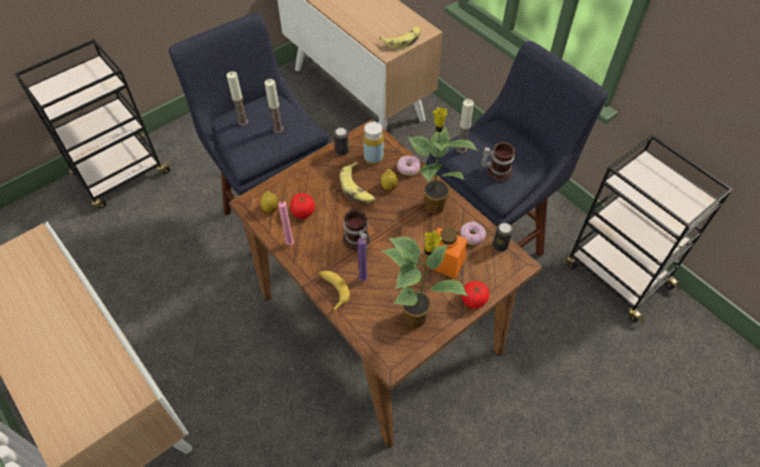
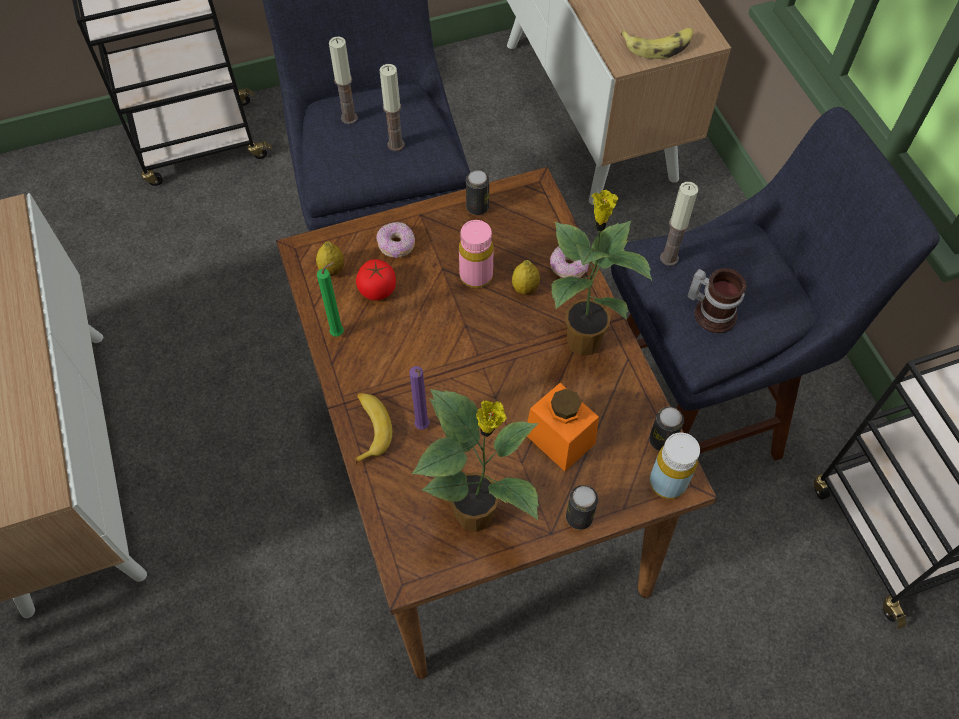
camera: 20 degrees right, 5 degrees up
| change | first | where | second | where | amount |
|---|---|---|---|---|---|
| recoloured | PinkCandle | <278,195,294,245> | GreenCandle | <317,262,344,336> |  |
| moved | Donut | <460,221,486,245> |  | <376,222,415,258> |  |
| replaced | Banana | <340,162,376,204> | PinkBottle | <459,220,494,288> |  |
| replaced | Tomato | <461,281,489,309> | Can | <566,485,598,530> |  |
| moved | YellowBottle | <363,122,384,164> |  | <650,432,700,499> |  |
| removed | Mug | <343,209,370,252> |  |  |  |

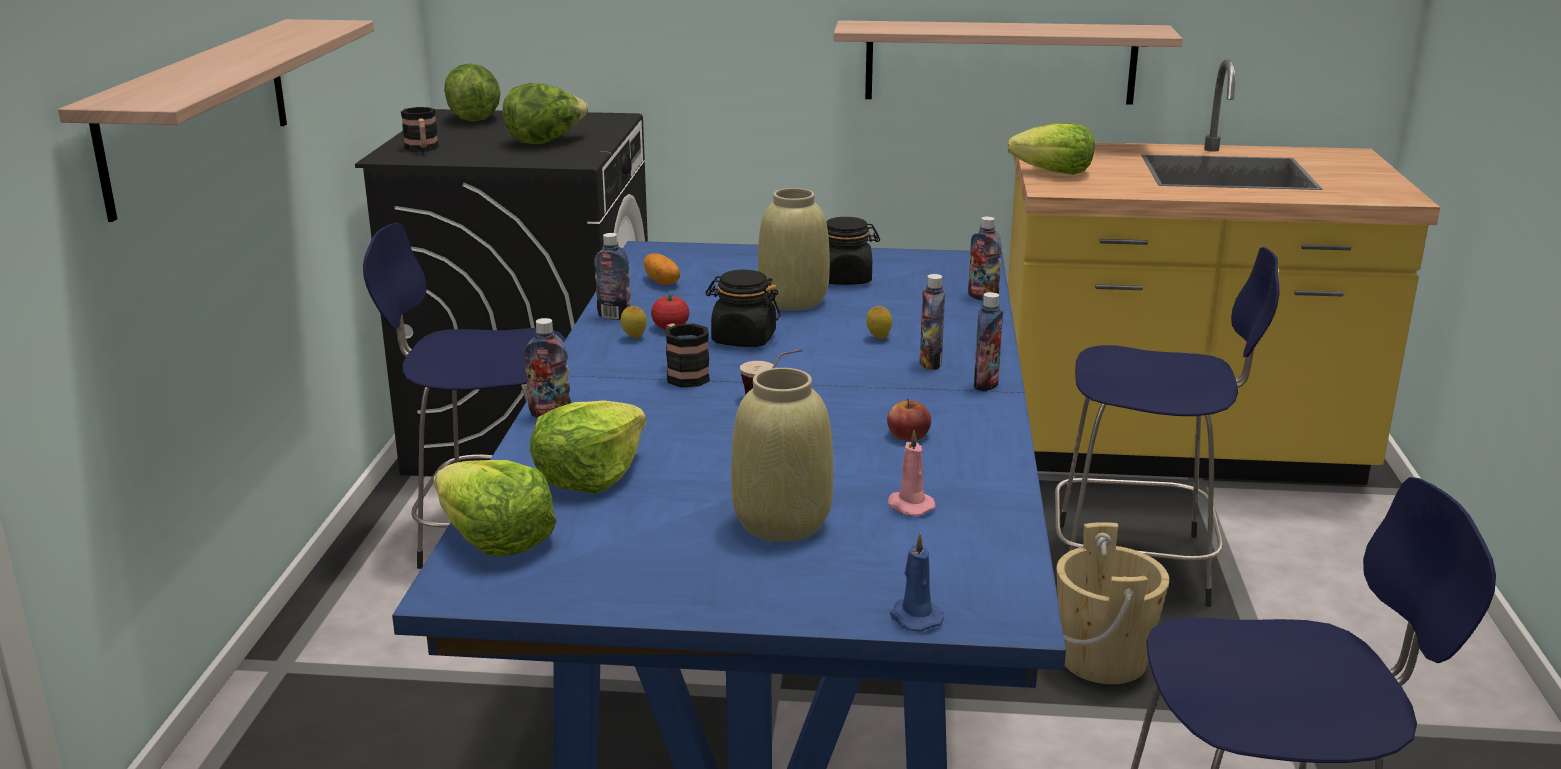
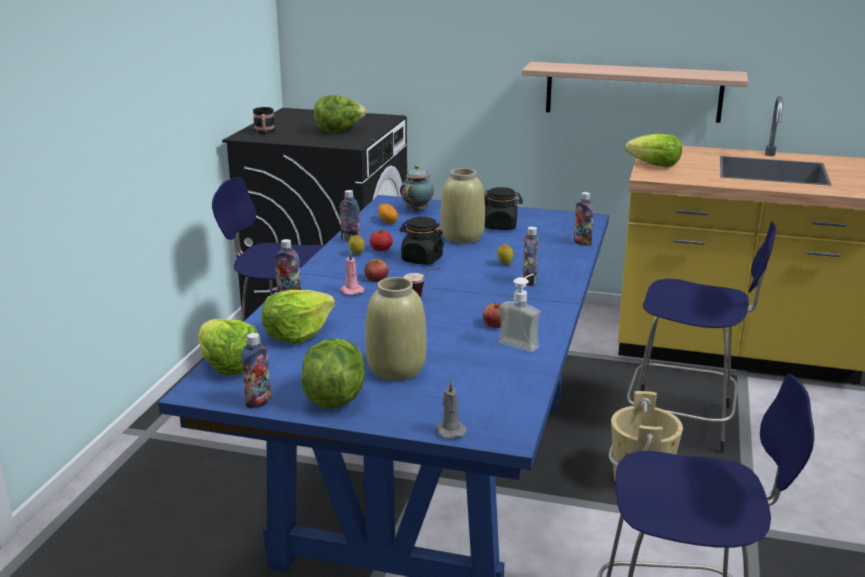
camera: 10 degrees right, 0 degrees up
| change | first | where | second | where | amount |
|---|---|---|---|---|---|
| moved | Bottle | <974,292,1003,391> |  | <242,333,271,409> |  |
| moved | Lettuce | <444,63,500,122> |  | <301,338,365,409> |  |
| moved | PinkCandle | <888,430,936,516> |  | <340,250,364,295> |  |
| replaced | Mug | <665,323,710,387> | Apple | <364,257,389,282> |  |
| added |  |  | Teapot | <400,165,434,212> |  |
| recoloured | BlueCandle | <890,533,944,632> | GreyCandle | <436,381,467,439> |  |
| added |  |  | SoapDispenser | <498,274,541,352> |  |
| removed | Shelf | <58,19,374,222> |  |  |  |

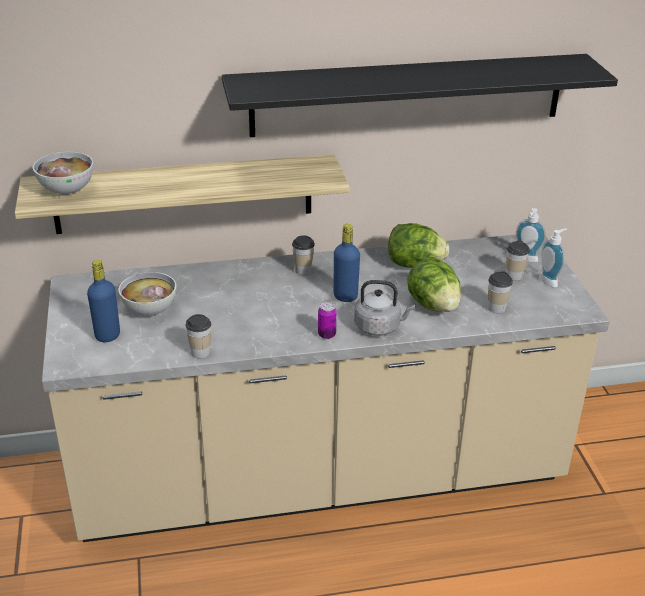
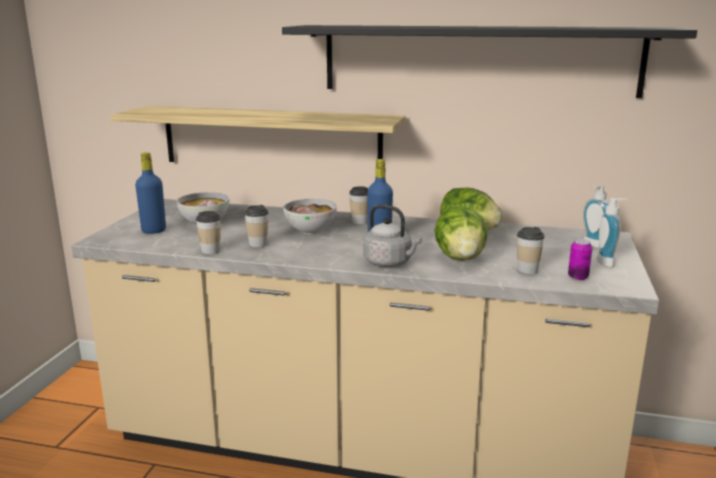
camera: 25 degrees right, 15 degrees down
| change | first | where | second | where | amount |
|---|---|---|---|---|---|
| moved | Cup | <506,240,530,281> |  | <244,205,268,248> |  |
| moved | Bowl | <33,152,94,195> |  | <283,199,337,234> |  |
| moved | Can | <318,302,337,339> |  | <568,239,592,280> |  |

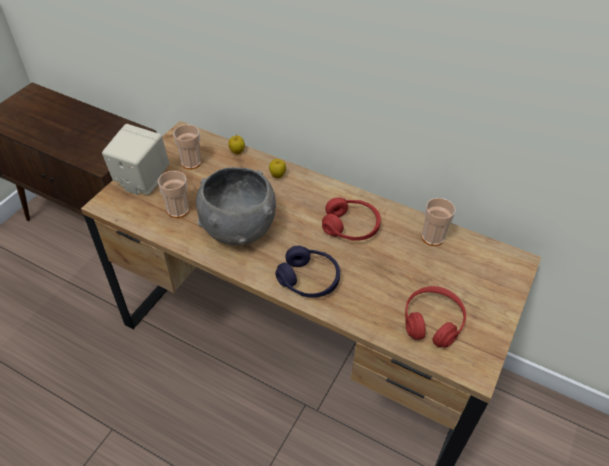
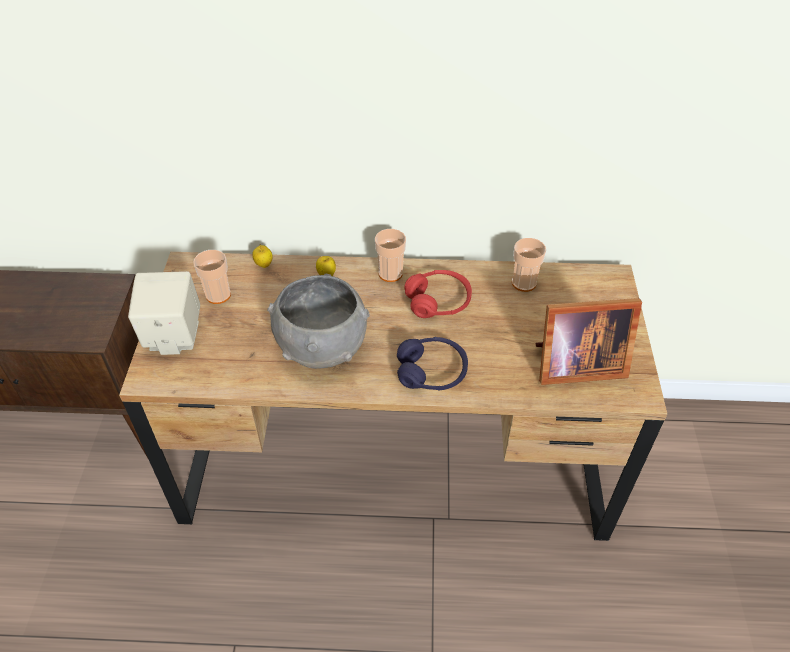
camera: 25 degrees left, 0 degrees up
| change | first | where | second | where | amount |
|---|---|---|---|---|---|
| moved | Cup | <158,171,189,218> |  | <375,229,406,282> |  |
| replaced | RedHeadphones | <405,286,466,348> | PictureFrame | <536,298,642,385> |  |

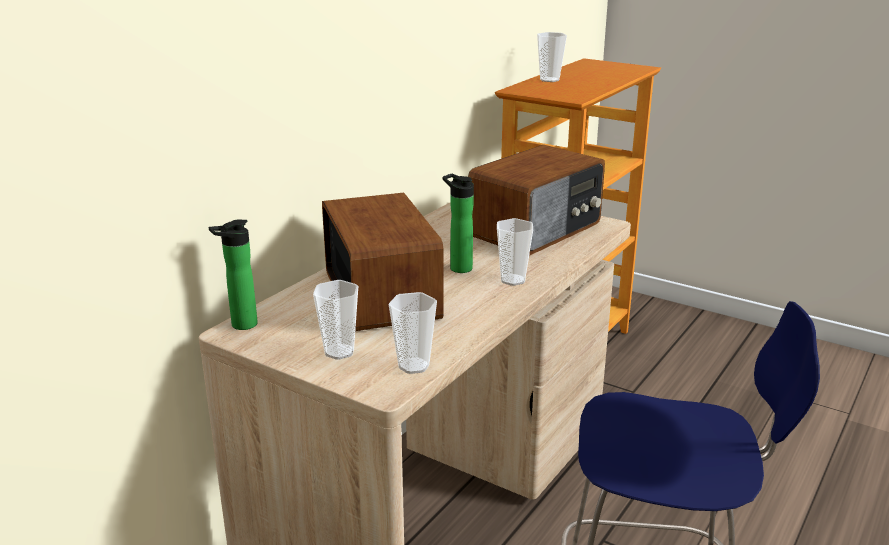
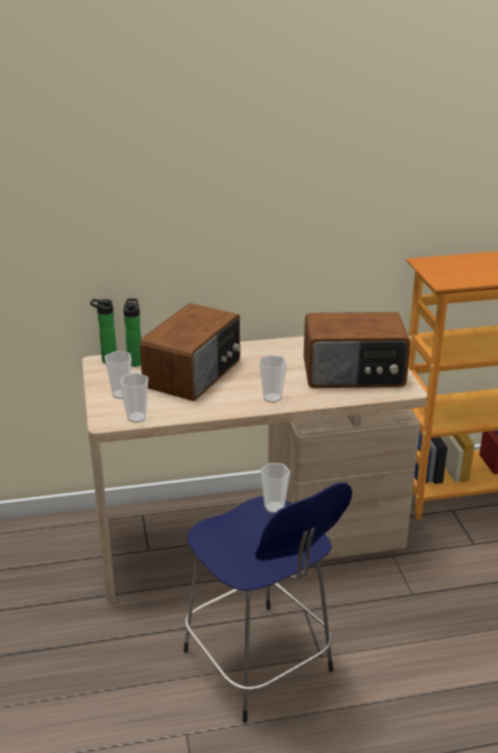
camera: 45 degrees right, 5 degrees up
| change | first | where | second | where | amount |
|---|---|---|---|---|---|
| moved | Bottle | <443,174,474,273> |  | <123,298,141,367> |  |
| moved | Cup | <537,32,567,82> |  | <260,463,290,513> |  |

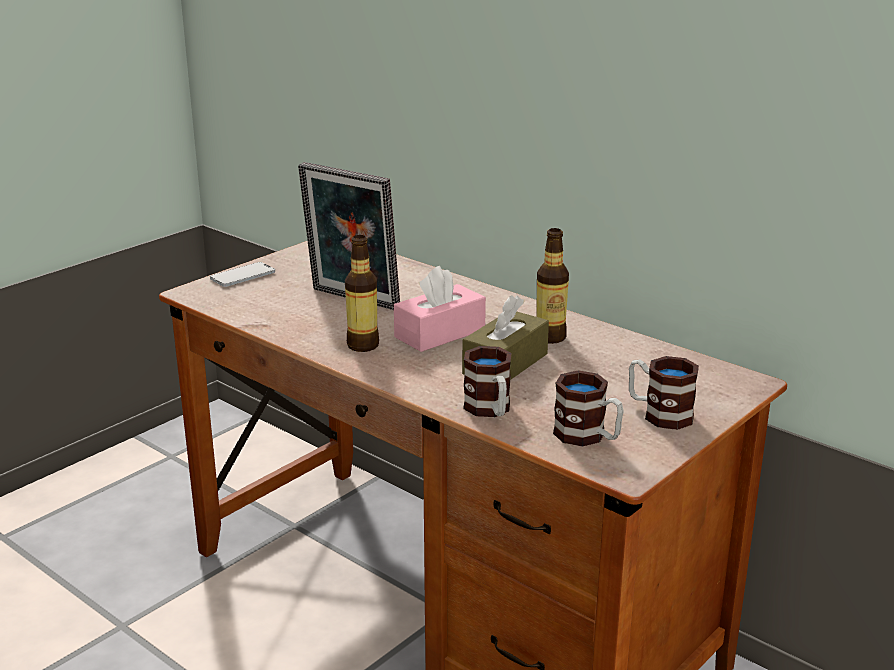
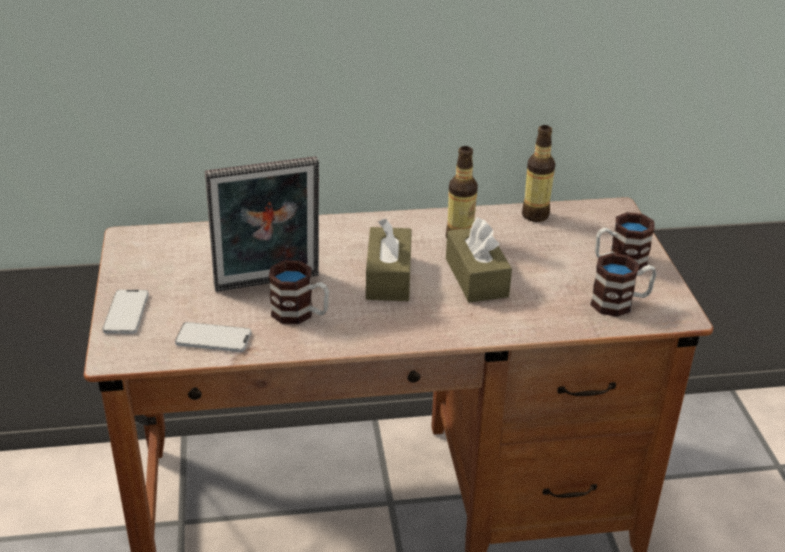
camera: 50 degrees left, 10 degrees up
| change | first | where | second | where | amount |
|---|---|---|---|---|---|
| added |  |  | Phone | <175,322,251,352> |  |
| moved | Mug | <463,346,511,417> |  | <269,260,329,324> |  |
| recoloured | PinkTissueBox | <394,266,486,352> | BrownTissueBox | <366,219,412,301> |  |
| moved | Bottle | <345,235,379,352> |  | <522,125,555,222> |  |

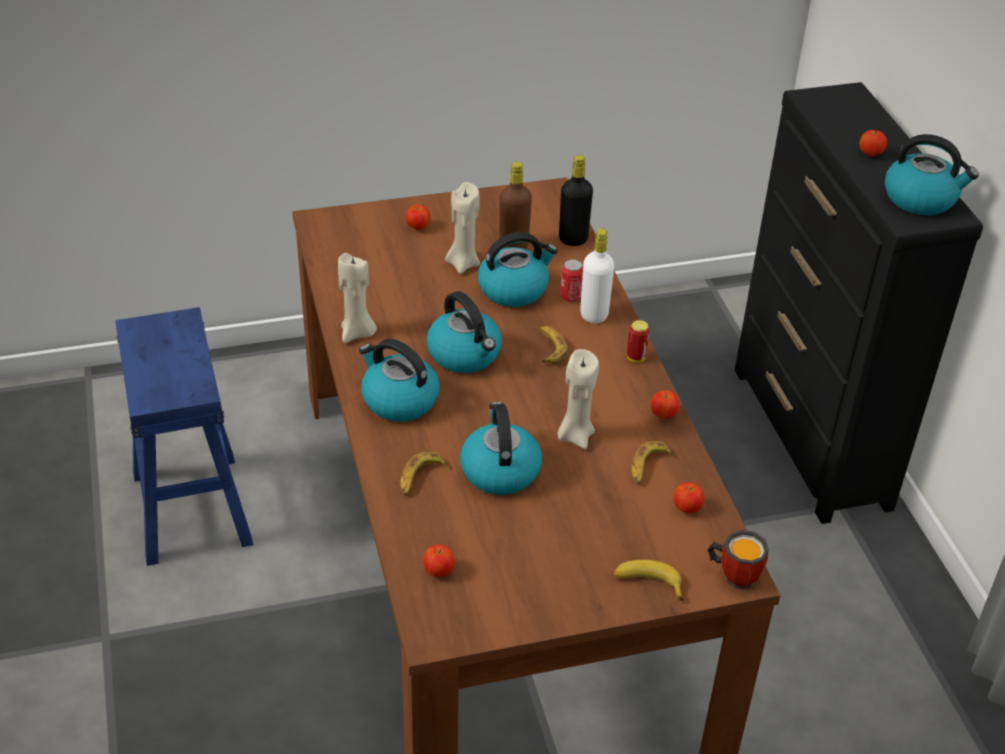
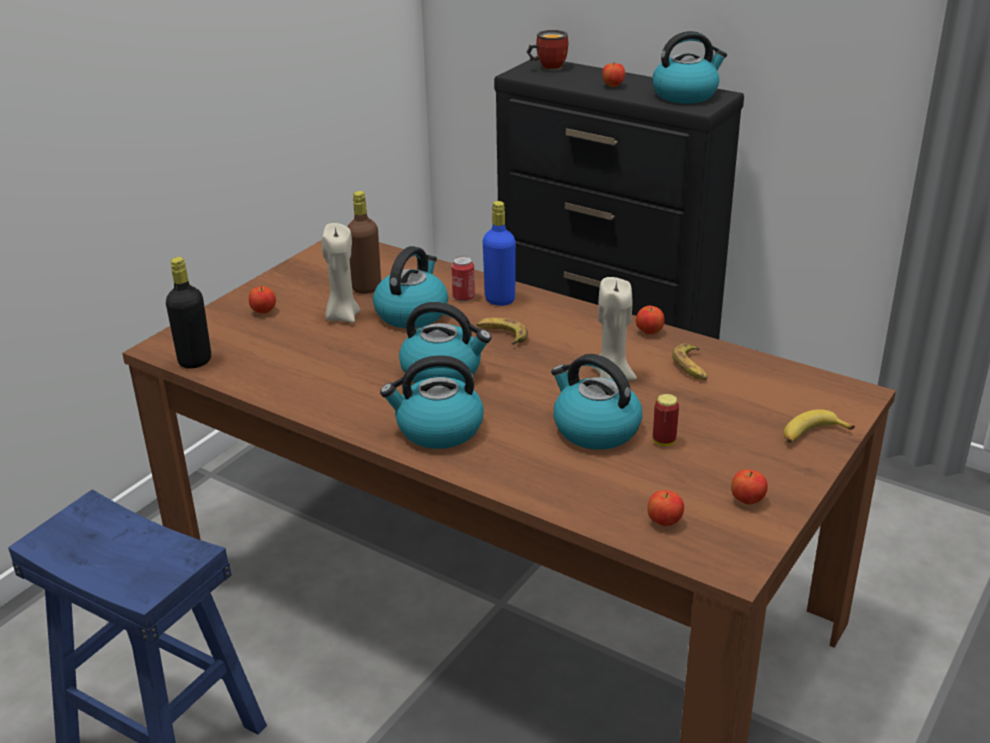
camera: 40 degrees left, 10 degrees down
| change | first | where | second | where | amount |
|---|---|---|---|---|---|
| moved | BlackBottle | <559,155,593,246> |  | <166,257,211,369> |  |
| recoloured | WhiteBottle | <580,228,614,323> | BlueBottle | <483,201,516,306> |  |
| moved | Mug | <707,530,769,590> |  | <527,30,568,71> |  |
| moved | Can | <627,320,650,362> |  | <653,394,679,446> |  |
| moved | Apple | <674,482,705,513> |  | <731,469,768,505> |  |
| removed | BeigeCandle | <338,253,377,343> |  |  |  |
| removed | Banana | <400,451,447,496> |  |  |  |

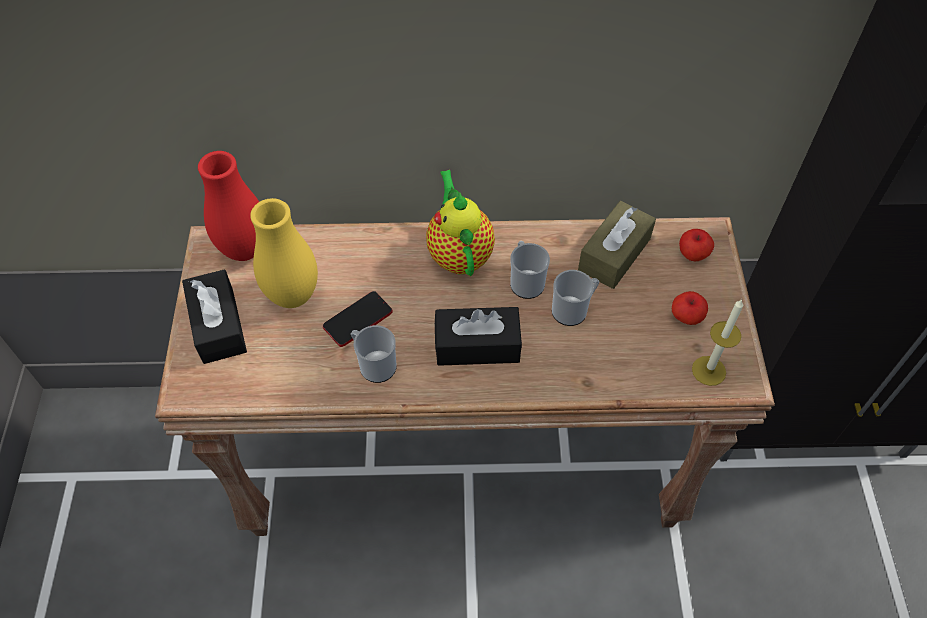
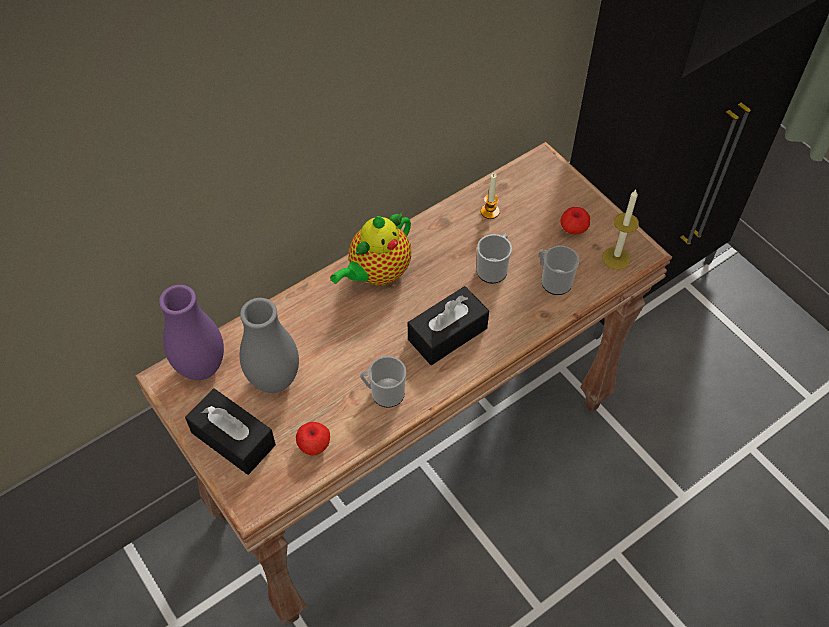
camera: 35 degrees left, 0 degrees up
| change | first | where | second | where | amount |
|---|---|---|---|---|---|
| recoloured | RedVase | <198,151,259,261> | PurpleVase | <159,285,224,380> |  |
| recoloured | YellowVase | <250,198,318,308> | GreyVase | <240,298,299,393> |  |
| moved | Apple | <679,229,714,261> |  | <296,422,330,456> |  |
| turned | Teapot | <426,170,495,276> |  | <330,213,411,286> | 90 degrees counterclockwise |
| replaced | BrownTissueBox | <578,201,656,289> | Candle | <481,173,500,219> |  |
| moved | Mug | <510,241,550,299> |  | <539,246,579,295> |  |
| removed | Phone | <323,291,393,347> |  |  |  |

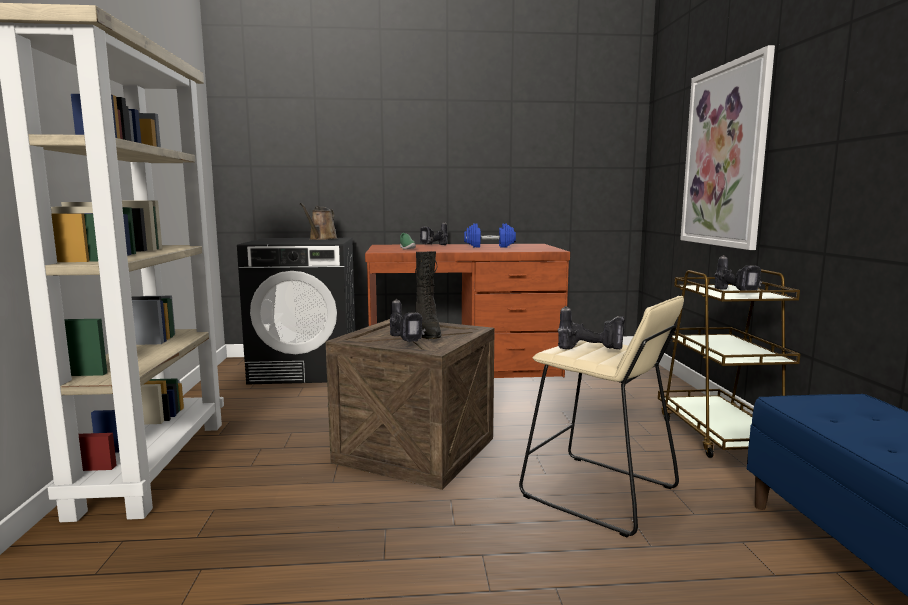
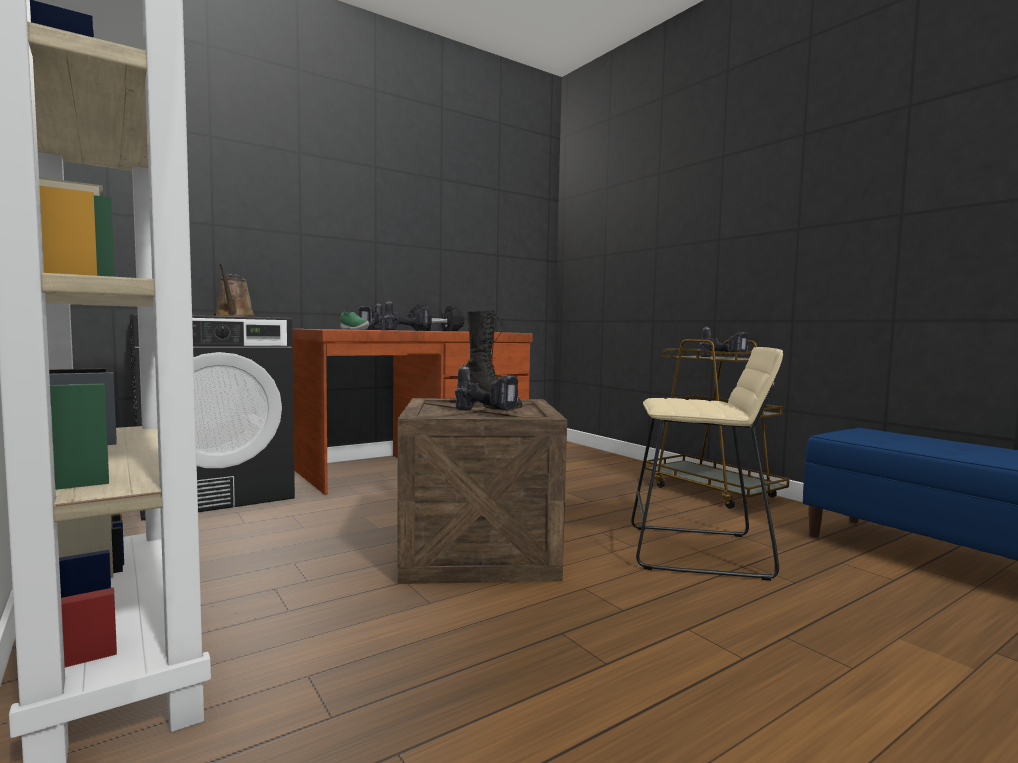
camera: 30 degrees left, 5 degrees down
| change | first | where | second | where | amount |
|---|---|---|---|---|---|
| moved | PowerDrill | <558,306,625,350> |  | <384,301,429,330> |  |
| recoloured | BlueDumbbell | <464,223,516,248> | BlackDumbbell | <408,304,464,331> |  |
| removed | Picture | <680,45,775,250> |  |  |  |

